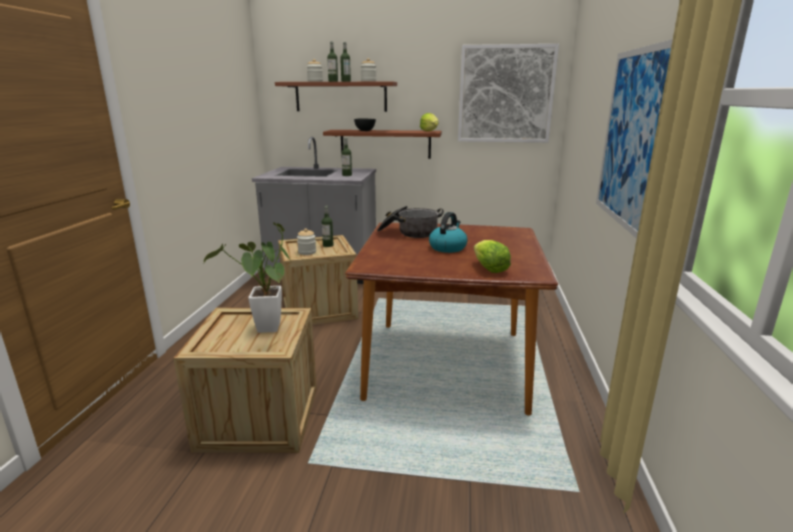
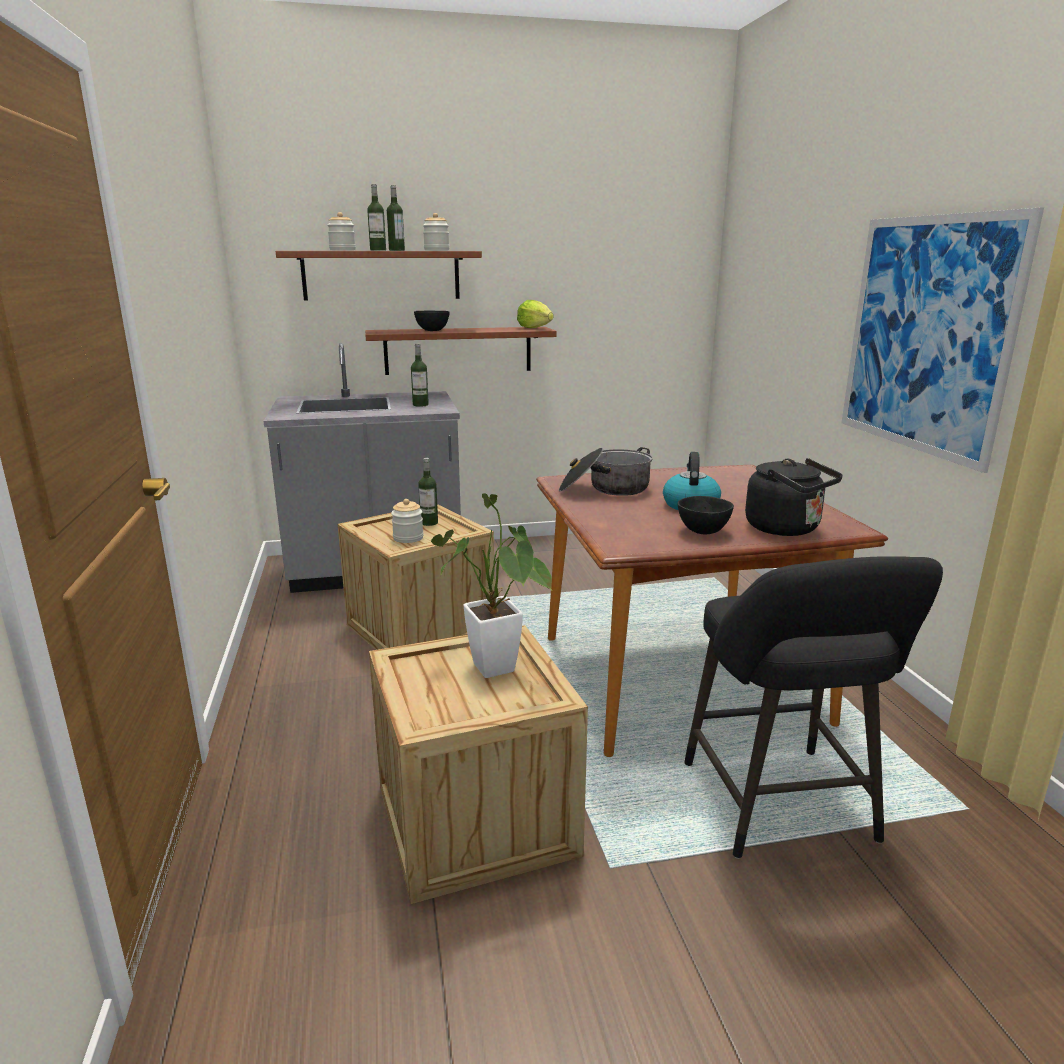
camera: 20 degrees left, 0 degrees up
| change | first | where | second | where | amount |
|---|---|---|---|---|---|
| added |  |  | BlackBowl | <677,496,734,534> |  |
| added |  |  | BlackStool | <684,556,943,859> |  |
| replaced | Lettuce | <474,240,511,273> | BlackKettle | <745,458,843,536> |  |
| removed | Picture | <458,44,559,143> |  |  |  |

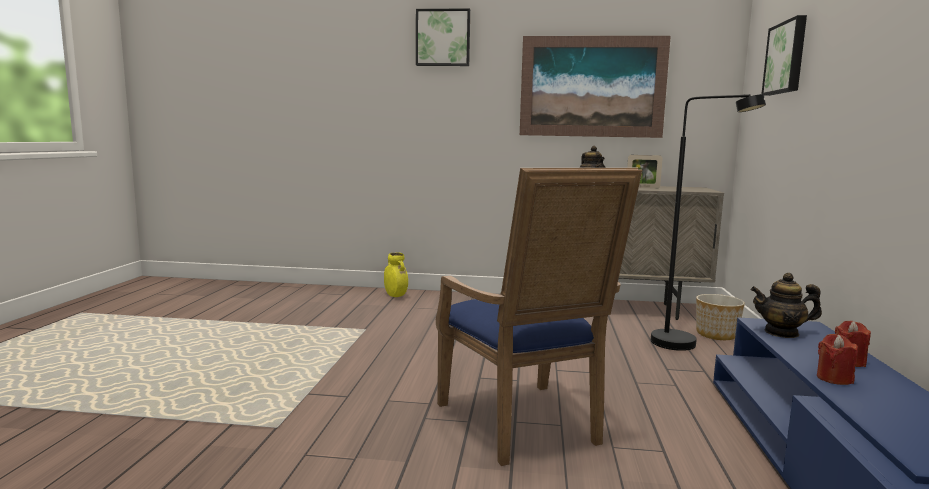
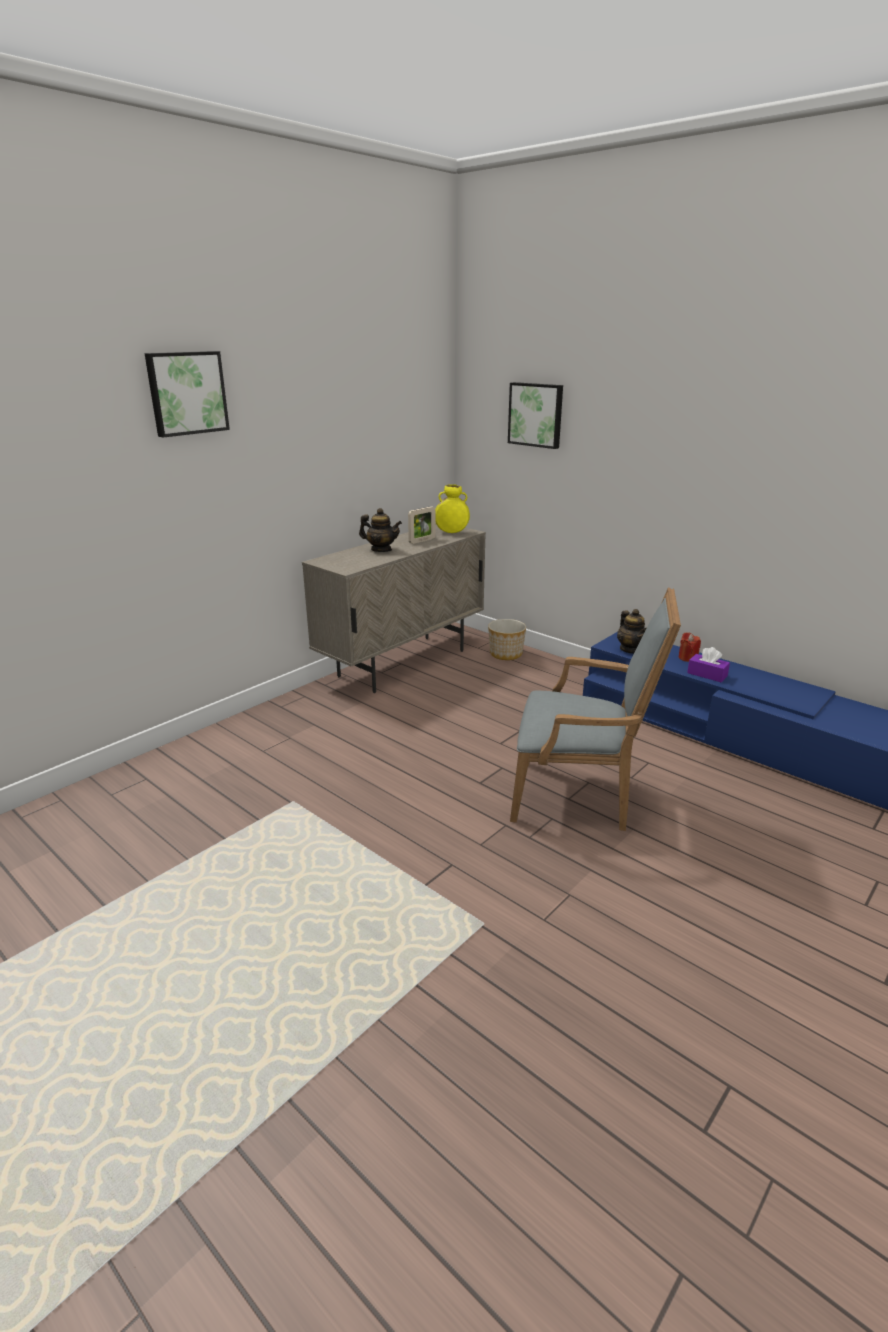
camera: 55 degrees left, 15 degrees up
| change | first | where | second | where | amount |
|---|---|---|---|---|---|
| moved | YellowVase | <384,252,408,297> |  | <435,484,470,533> |  |
| recoloured | BlueArmchair | <436,168,642,466> | GreyArmchair | <510,587,681,831> |  |
| turned | Teapot | <751,273,822,338> |  | <617,609,647,654> | 60 degrees counterclockwise |
| replaced | RedCandle | <817,334,858,385> | PurpleTissueBox | <687,647,730,682> |  |
| removed | Picture | <520,36,671,138> |  |  |  |
| removed | BlackFloorLamp | <651,94,766,351> |  |  |  |

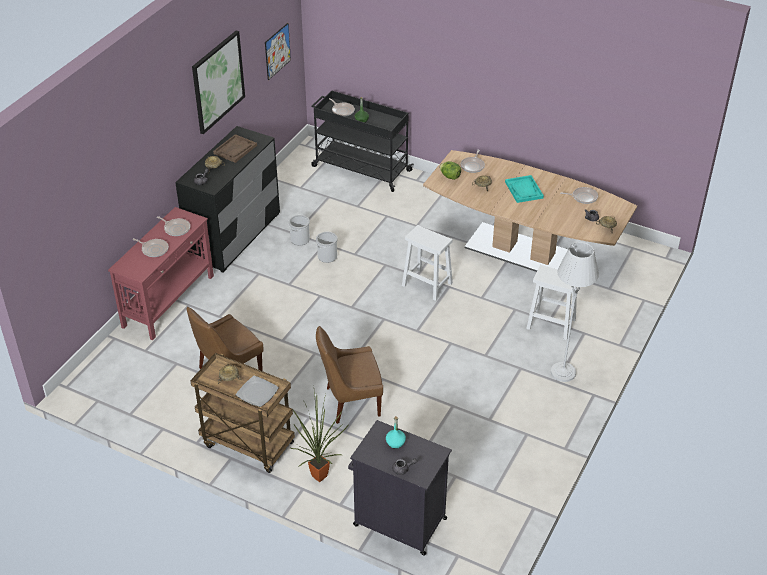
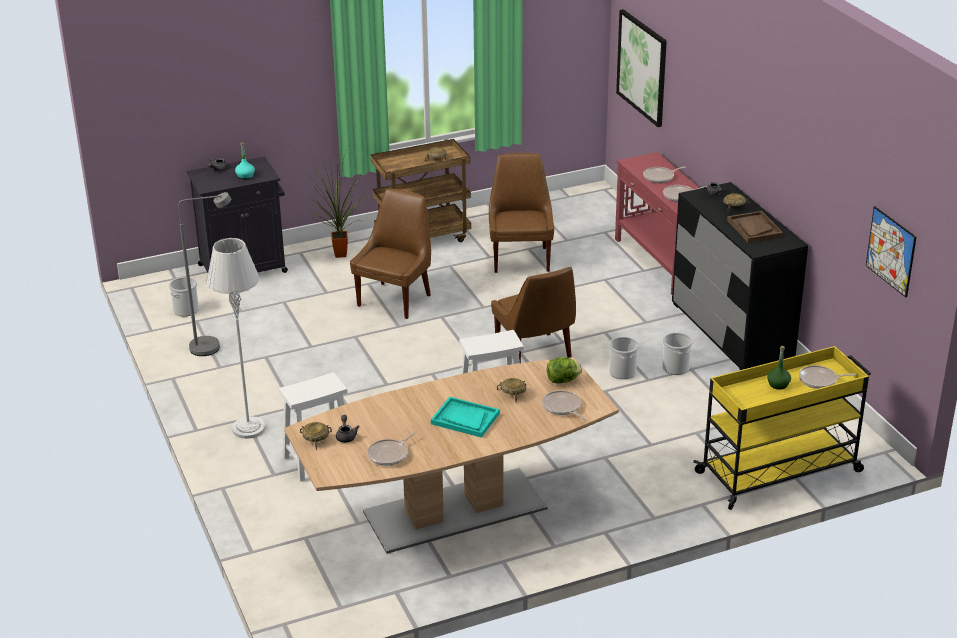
camera: 130 degrees right, 10 degrees down
| change | first | where | second | where | amount |
|---|---|---|---|---|---|
| added |  |  | Bucket | <169,277,199,317> |  |
| added |  |  | GreyFloorLamp | <178,192,231,356> |  |
| added |  |  | BrownChair | <491,267,576,363> |  |
| moved | Picture | <192,30,245,134> |  | <616,9,667,127> |  |
| recoloured | BlackCart | <311,91,414,192> | YellowCart | <693,346,871,510> |  |
| removed | Plate | <236,376,279,407> |  |  |  |

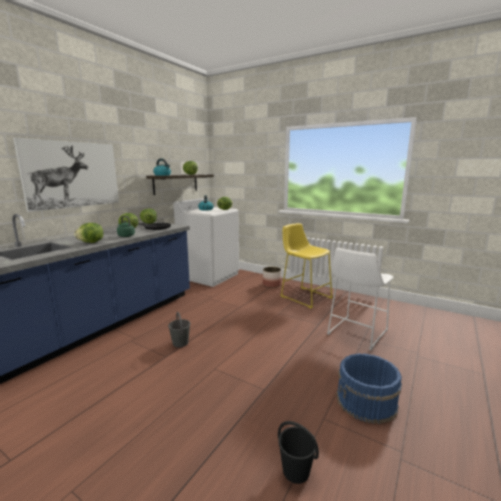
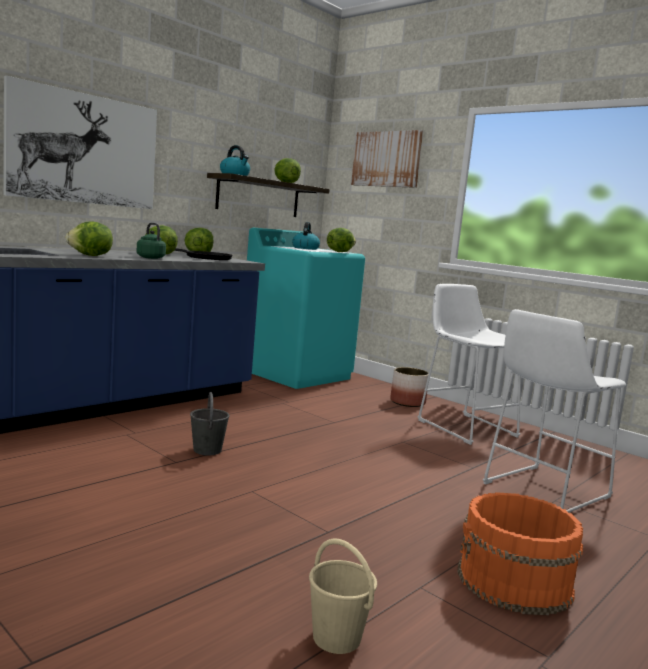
camera: 10 degrees right, 5 degrees down
| change | first | where | second | where | amount |
|---|---|---|---|---|---|
| recoloured | WhiteWashingMachine | <174,198,239,287> | TurquoiseWashingMachine | <247,228,365,389> |  |
| recoloured | BlackBucket | <278,421,319,484> | BeigeBucket | <309,538,377,654> |  |
| added |  |  | Picture | <351,130,423,188> |  |
| recoloured | YellowStool | <281,223,333,309> | WhiteStool | <417,284,521,445> |  |
| recoloured | BlueBucket | <337,353,402,424> | OrangeBucket | <457,492,583,615> |  |

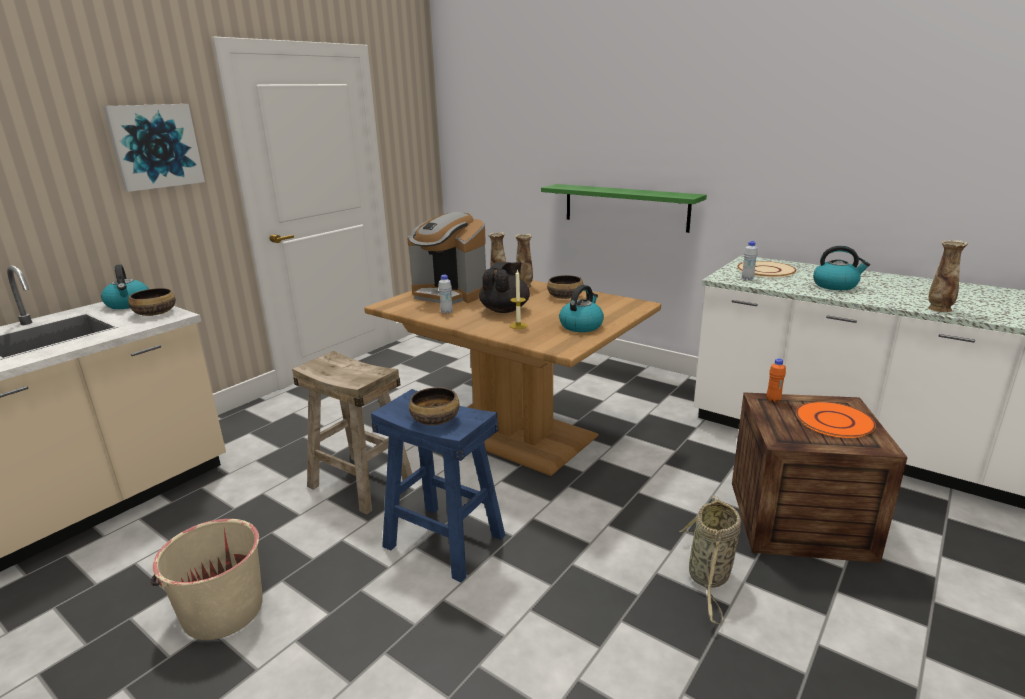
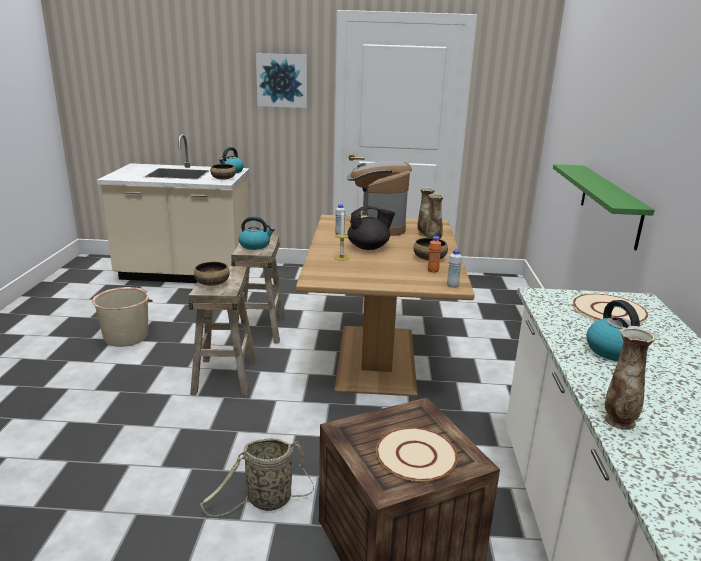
camera: 55 degrees right, 0 degrees up
| change | first | where | second | where | amount |
|---|---|---|---|---|---|
| recoloured | BlueStool | <371,389,505,583> | BeigeStool | <188,266,256,396> |  |
| moved | Kettle | <559,285,604,332> |  | <239,217,275,250> |  |
| recoloured | OrangePlate | <796,402,876,438> | BeigePlate | <376,428,458,481> |  |
| moved | OrangeBottle | <766,359,786,402> |  | <428,236,441,273> |  |
| moved | WhiteBottle | <742,241,758,280> |  | <447,249,462,288> |  |

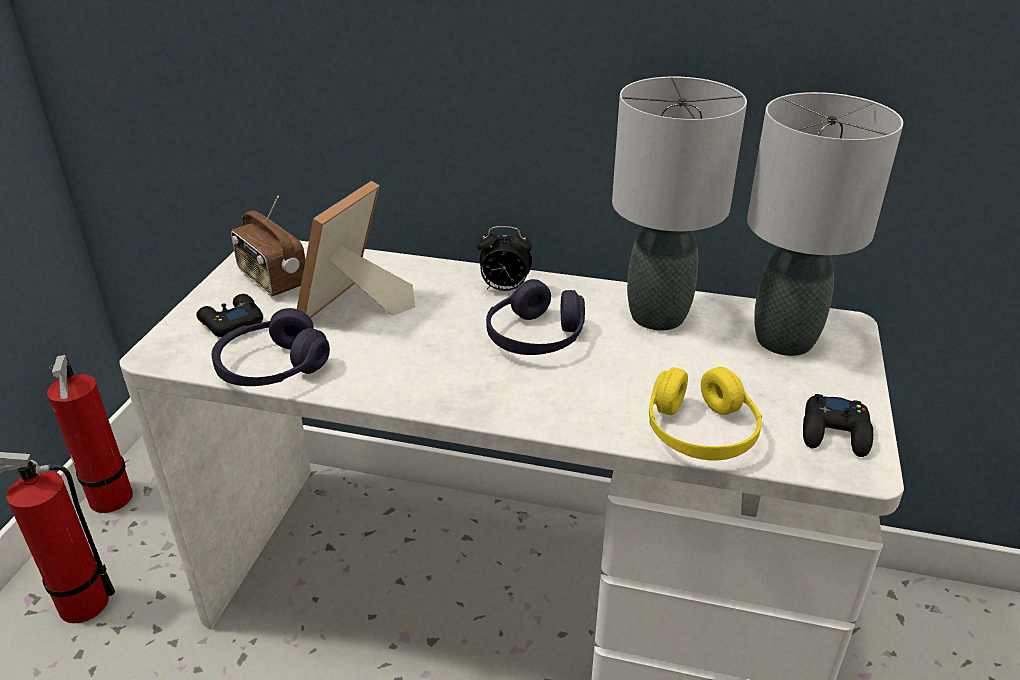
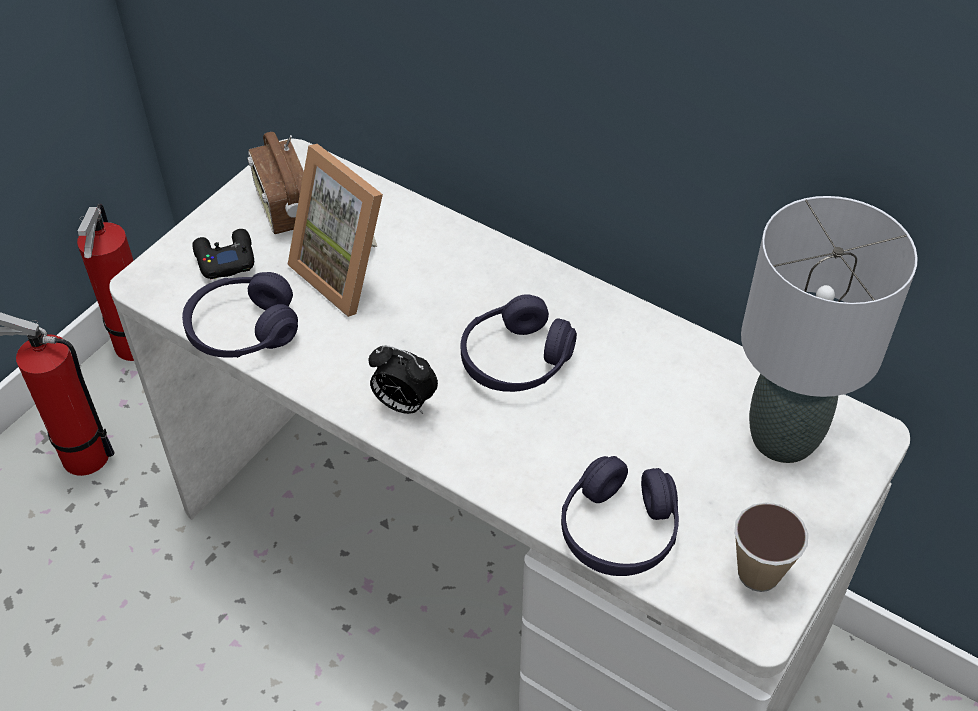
camera: 20 degrees right, 15 degrees up
| change | first | where | second | where | amount |
|---|---|---|---|---|---|
| turned | PictureFrame | <297,181,415,318> |  | <287,144,383,317> | 90 degrees counterclockwise |
| moved | AlarmClock | <477,226,532,291> |  | <368,345,438,414> |  |
| recoloured | YellowHeadphones | <649,367,762,461> | PurpleHeadphones | <561,456,679,576> |  |
| replaced | BlackGameController | <803,394,873,457> | Cup | <734,502,808,592> |  |
| removed | GreyTableLamp | <612,76,747,331> |  |  |  |

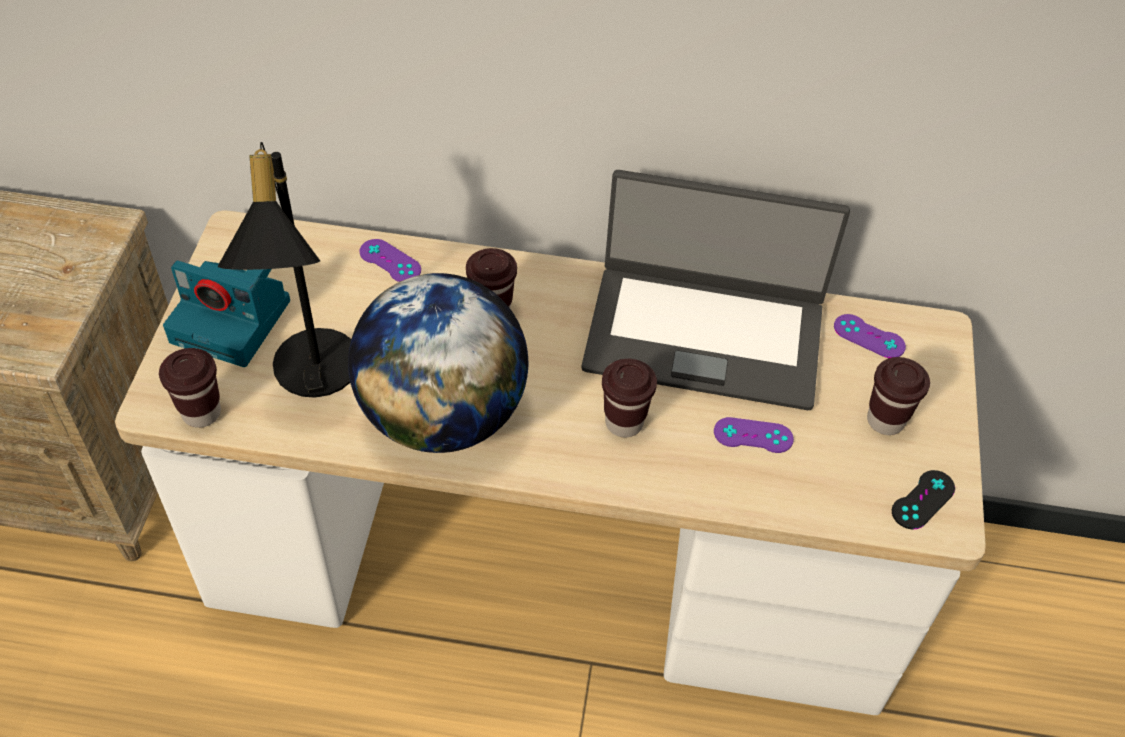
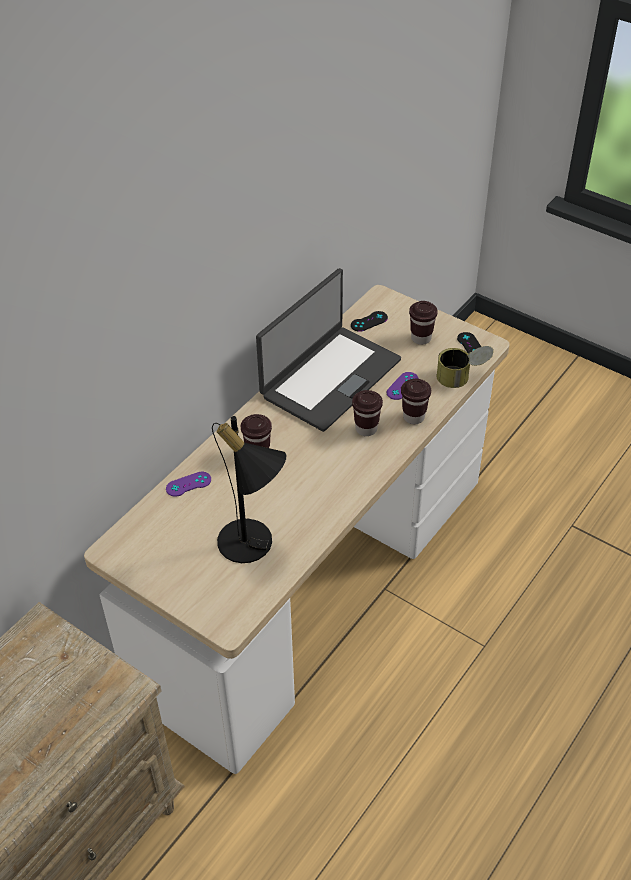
camera: 60 degrees left, 5 degrees down
| change | first | where | second | where | amount |
|---|---|---|---|---|---|
| recoloured | PurpleGameController | <834,314,906,358> | BlackGameController | <351,311,388,332> |  |
| moved | BrownCup | <159,348,221,428> |  | <401,379,431,424> |  |
| added |  |  | Can | <436,346,494,388> |  |
| removed | PhotoCamera | <163,261,290,367> |  |  |  |
| removed | Globe | <348,273,529,453> |  |  |  |

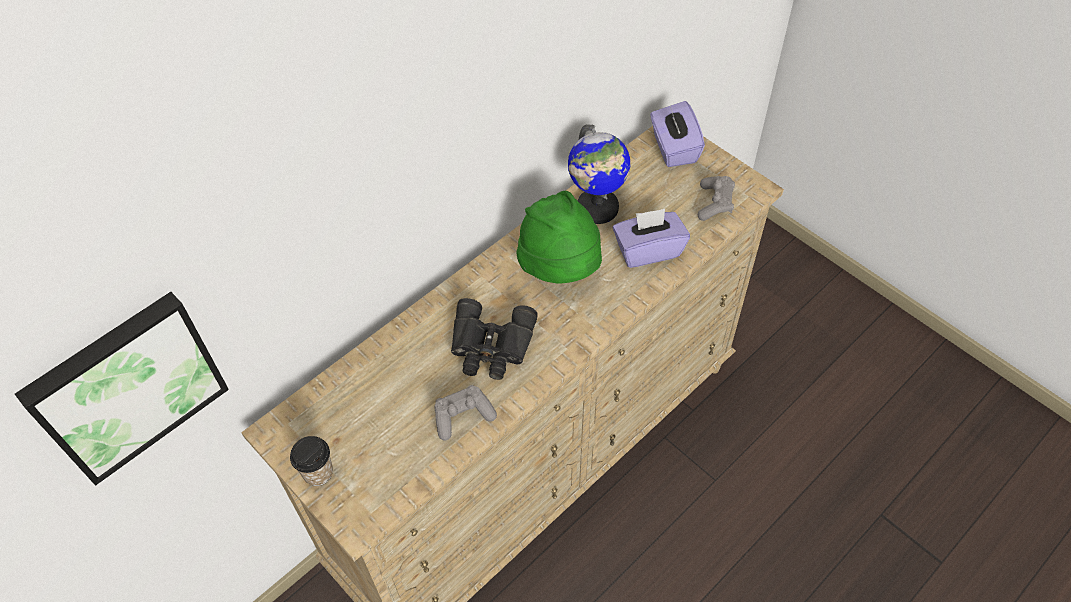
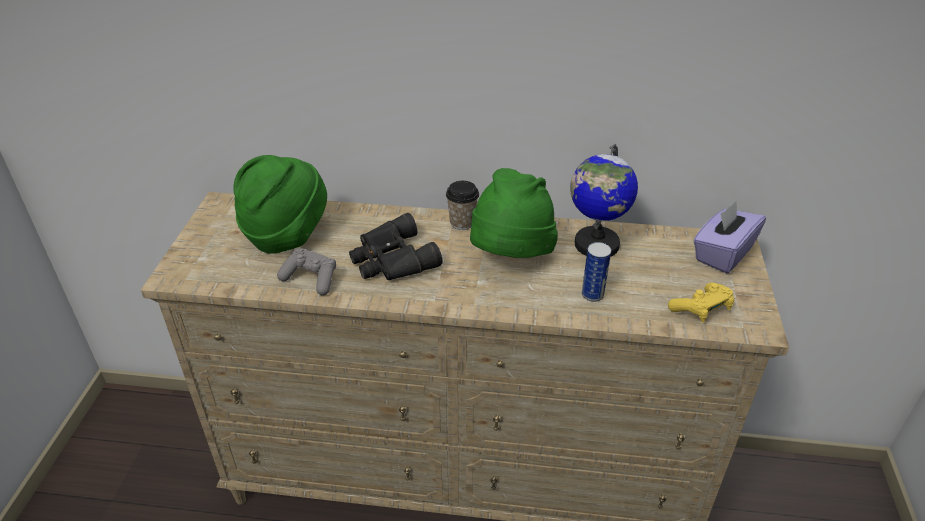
camera: 50 degrees right, 15 degrees down
| change | first | where | second | where | amount |
|---|---|---|---|---|---|
| added |  |  | GreenHat | <233,155,327,254> |  |
| moved | Cup | <290,436,333,486> |  | <446,181,479,230> |  |
| replaced | PurpleTissueBox | <613,209,690,268> | Can | <582,242,611,302> |  |
| recoloured | GreyGameController | <698,176,735,221> | YellowGameController | <668,283,734,323> |  |
| removed | Picture | <15,292,229,486> |  |  |  |

